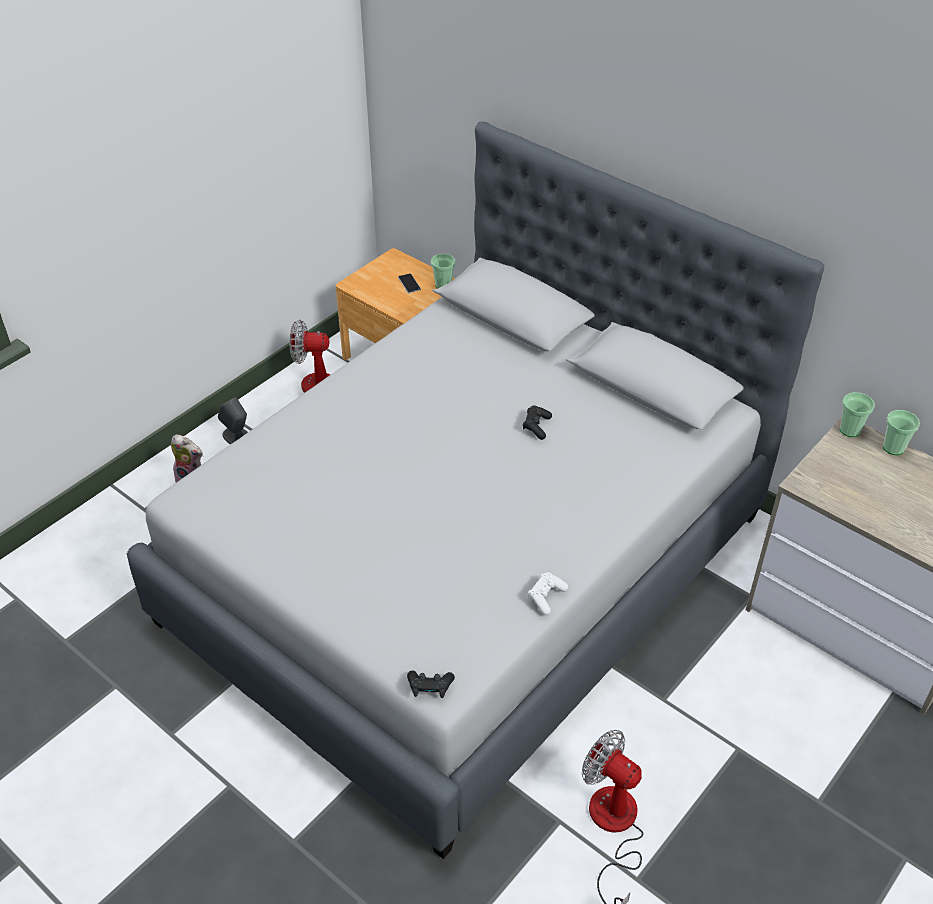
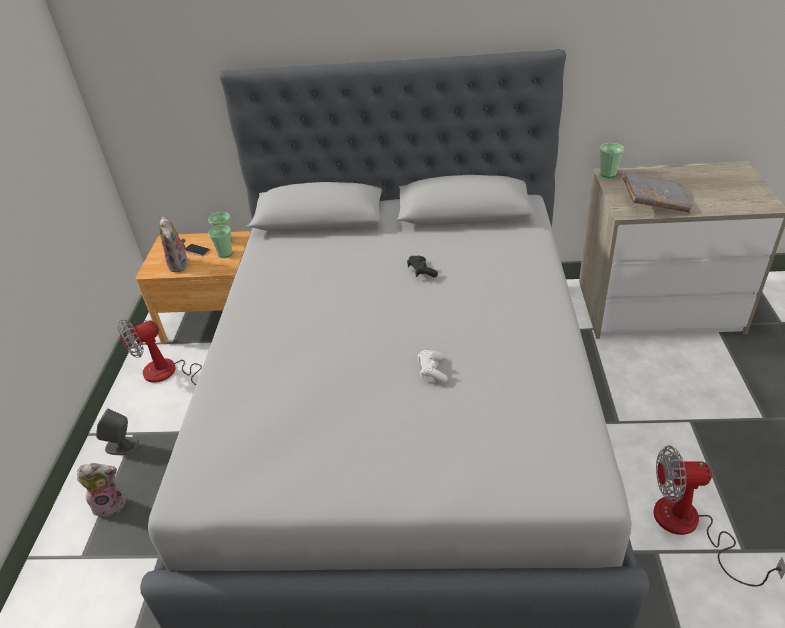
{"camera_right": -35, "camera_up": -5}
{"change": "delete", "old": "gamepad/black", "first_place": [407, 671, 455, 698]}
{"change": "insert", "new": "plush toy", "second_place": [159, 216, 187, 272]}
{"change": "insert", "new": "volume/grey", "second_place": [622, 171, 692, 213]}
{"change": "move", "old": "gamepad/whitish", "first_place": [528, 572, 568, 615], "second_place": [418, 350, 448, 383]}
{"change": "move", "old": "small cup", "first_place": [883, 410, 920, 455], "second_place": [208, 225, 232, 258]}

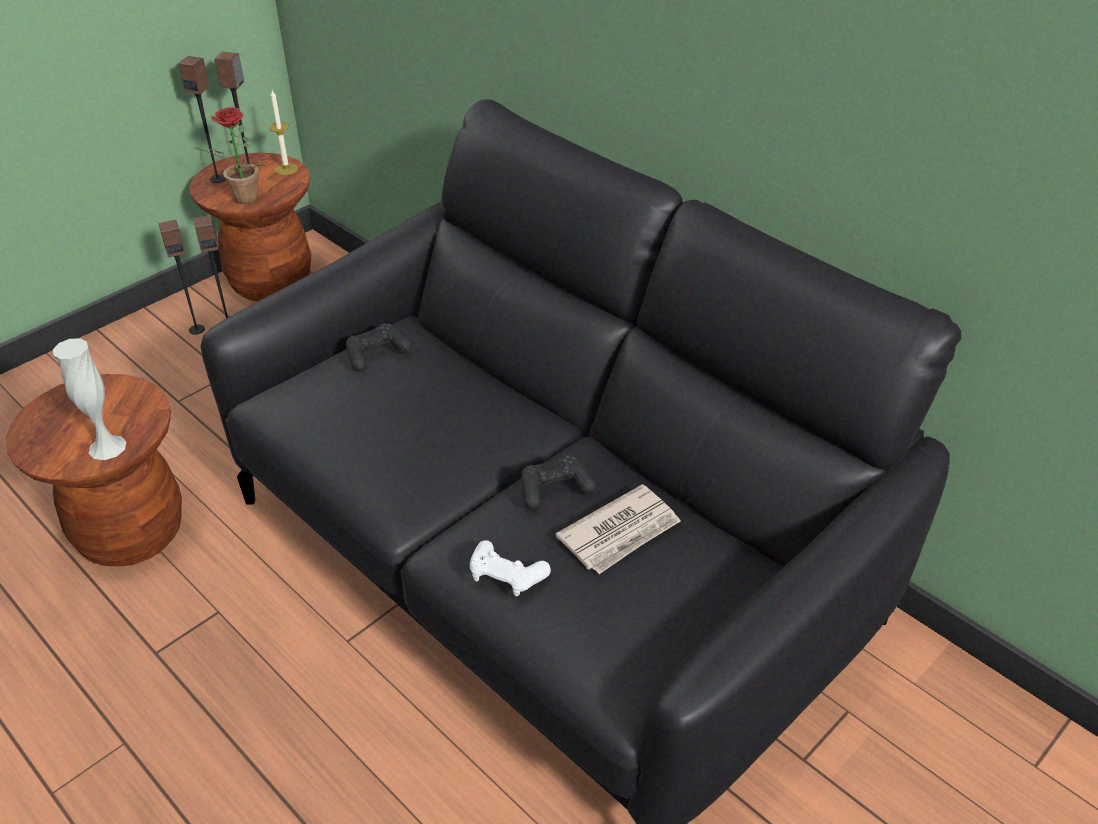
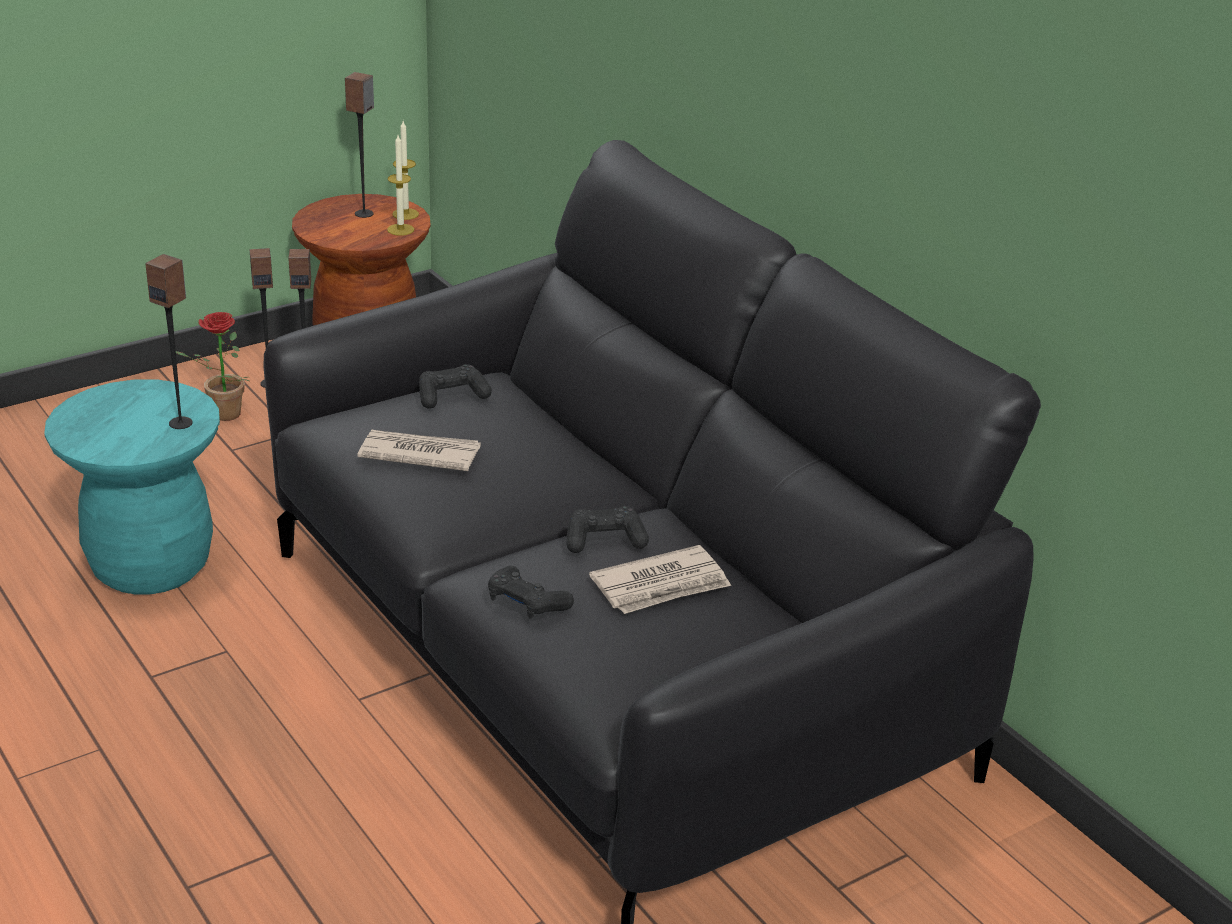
{"camera_right": 10, "camera_up": -10}
{"change": "delete", "old": "vase/whitish", "first_place": [53, 338, 126, 460]}
{"change": "insert", "new": "newspaper", "second_place": [357, 430, 481, 471]}
{"change": "insert", "new": "candle", "second_place": [387, 135, 414, 236]}
{"change": "move", "old": "speaker", "first_place": [178, 56, 225, 183], "second_place": [145, 254, 193, 429]}
{"change": "move", "old": "potted plant", "first_place": [195, 107, 266, 204], "second_place": [176, 312, 249, 421]}
{"change": "recolor", "old": "stool/brownish", "new": "stool/blue-green", "first_place": [6, 374, 182, 566], "second_place": [44, 380, 220, 595]}
{"change": "recolor", "old": "gamepad/whitish", "new": "gamepad/black", "first_place": [470, 540, 551, 596], "second_place": [488, 565, 574, 619]}

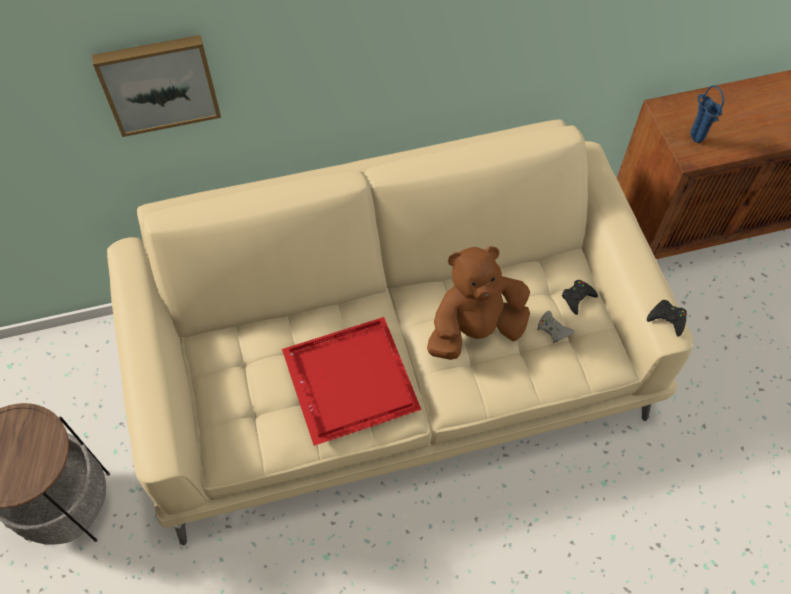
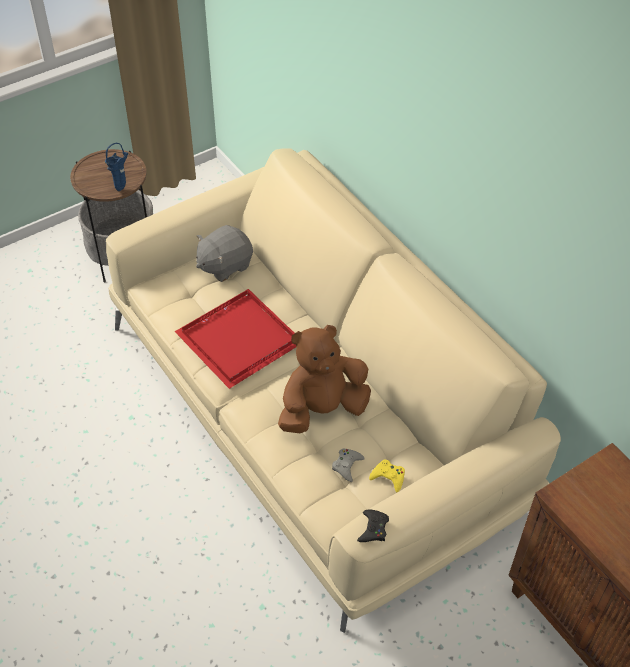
{"camera_right": 70, "camera_up": -10}
{"change": "delete", "old": "picture", "first_place": [92, 35, 221, 137]}
{"change": "insert", "new": "plush toy/grey", "second_place": [196, 225, 253, 282]}
{"change": "move", "old": "vase/blue-coloured", "first_place": [690, 85, 724, 143], "second_place": [105, 143, 129, 191]}
{"change": "recolor", "old": "gamepad/black", "new": "gamepad/yellow-coloured", "first_place": [562, 280, 598, 315], "second_place": [369, 460, 405, 492]}
{"change": "rotate", "old": "plush toy/brownish", "first_place": [427, 246, 530, 360], "second_place": [278, 325, 371, 433], "degrees": -75}

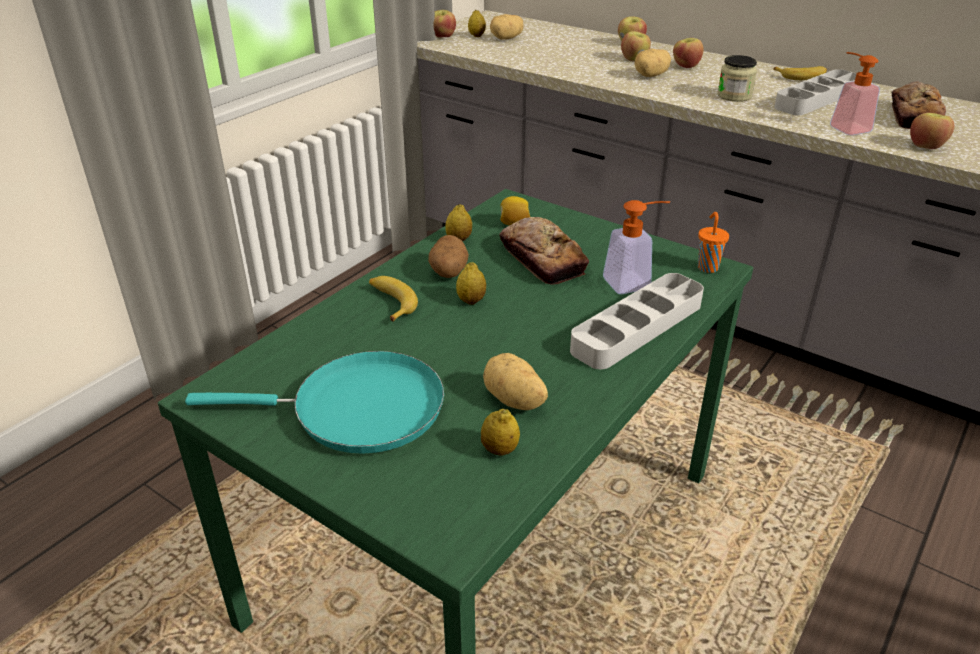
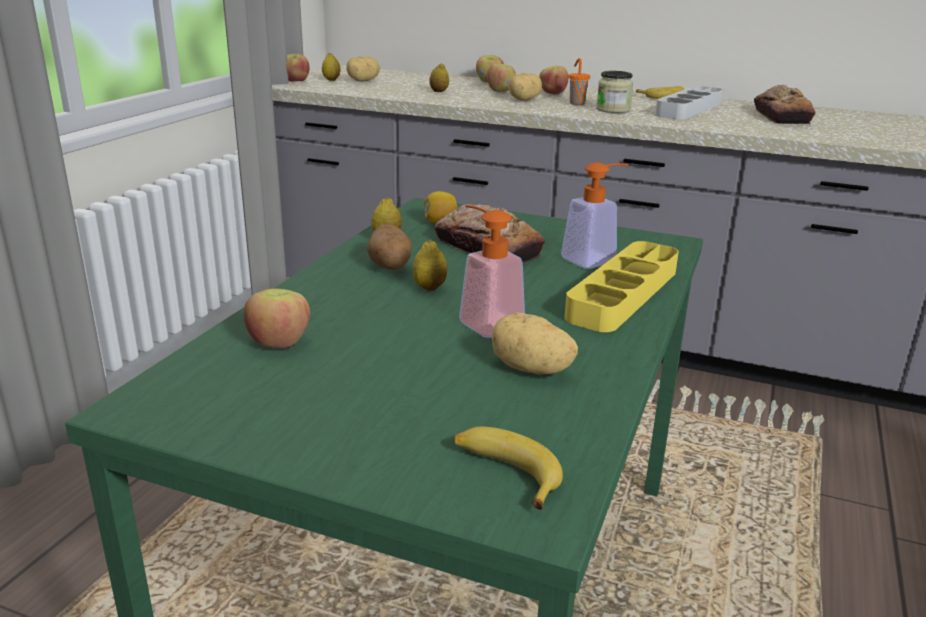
{"camera_right": -15, "camera_up": -10}
{"change": "delete", "old": "frying pan/blue-green", "first_place": [185, 351, 444, 454]}
{"change": "move", "old": "banana fruit", "first_place": [369, 276, 418, 322], "second_place": [454, 427, 563, 510]}
{"change": "move", "old": "lemon", "first_place": [481, 409, 520, 456], "second_place": [429, 63, 449, 92]}
{"change": "move", "old": "small cup/orange", "first_place": [698, 212, 729, 273], "second_place": [569, 58, 590, 105]}
{"change": "move", "old": "soap bottle", "first_place": [830, 52, 880, 135], "second_place": [459, 205, 525, 338]}
{"change": "move", "old": "apple", "first_place": [910, 113, 954, 149], "second_place": [244, 288, 310, 348]}
{"change": "recolor", "old": "carrying tray/grey", "new": "carrying tray/yellow-coloured", "first_place": [570, 273, 704, 369], "second_place": [565, 241, 679, 332]}

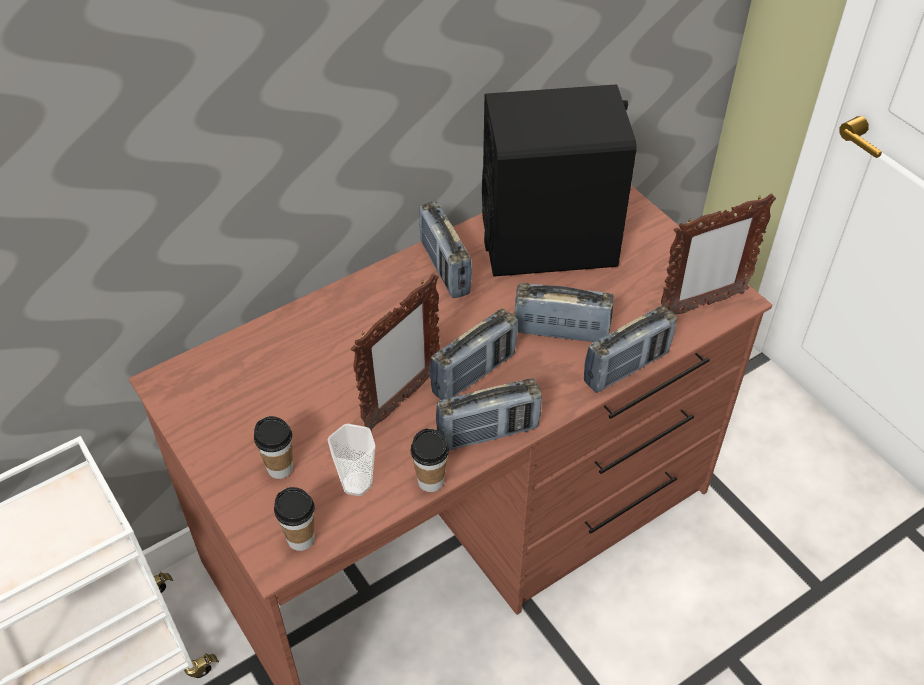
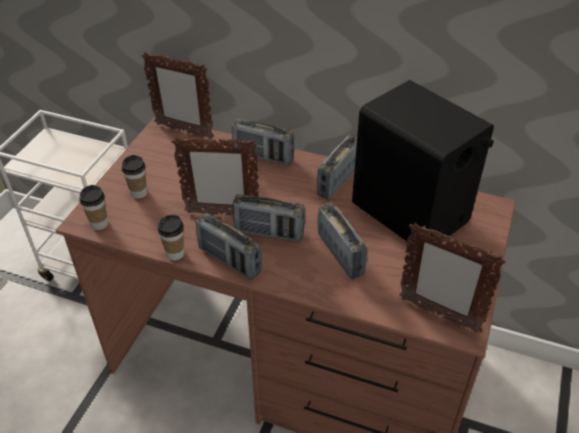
{"camera_right": 55, "camera_up": -5}
{"change": "delete", "old": "small cup", "first_place": [328, 424, 375, 496]}
{"change": "insert", "new": "picture frame", "second_place": [141, 52, 214, 139]}
{"change": "move", "old": "radio set", "first_place": [584, 306, 677, 393], "second_place": [232, 119, 295, 166]}

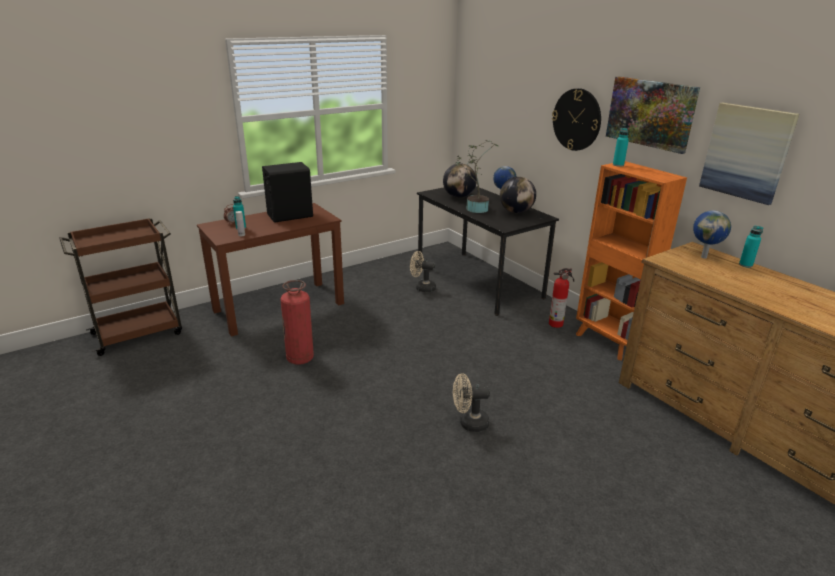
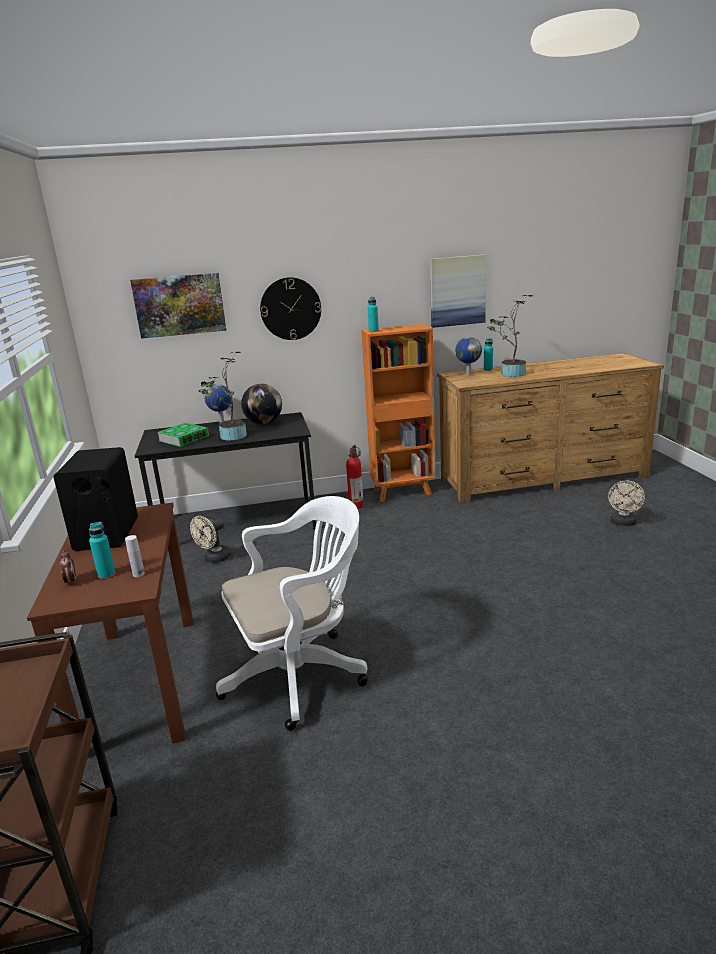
{"camera_right": -65, "camera_up": -5}
{"change": "insert", "new": "potted plant", "second_place": [487, 295, 533, 377]}
{"change": "move", "old": "fan/beige", "first_place": [453, 373, 490, 432], "second_place": [608, 481, 645, 526]}
{"change": "move", "old": "picture", "first_place": [606, 77, 700, 154], "second_place": [130, 273, 226, 339]}
{"change": "replace", "old": "extinguisher", "new": "office chair/whitish", "first_place": [280, 280, 314, 365], "second_place": [216, 496, 368, 731]}
{"change": "replace", "old": "desk globe", "new": "volume", "first_place": [443, 163, 477, 198], "second_place": [157, 423, 209, 447]}

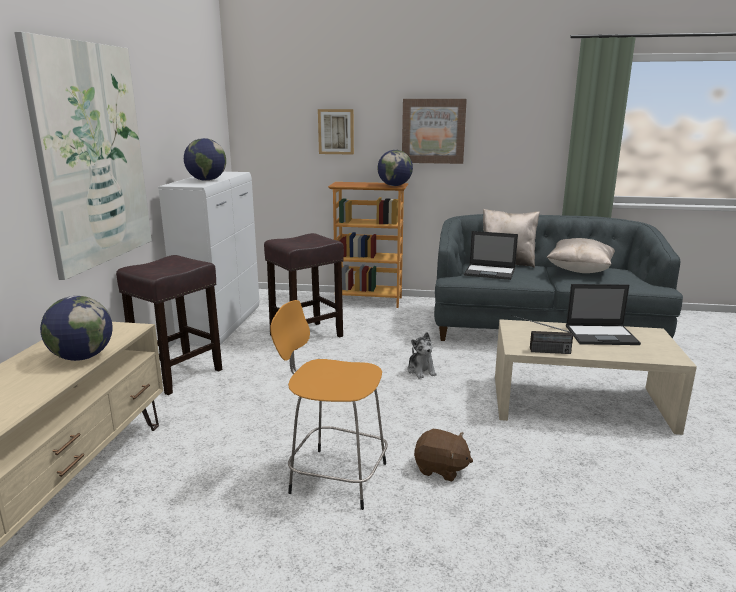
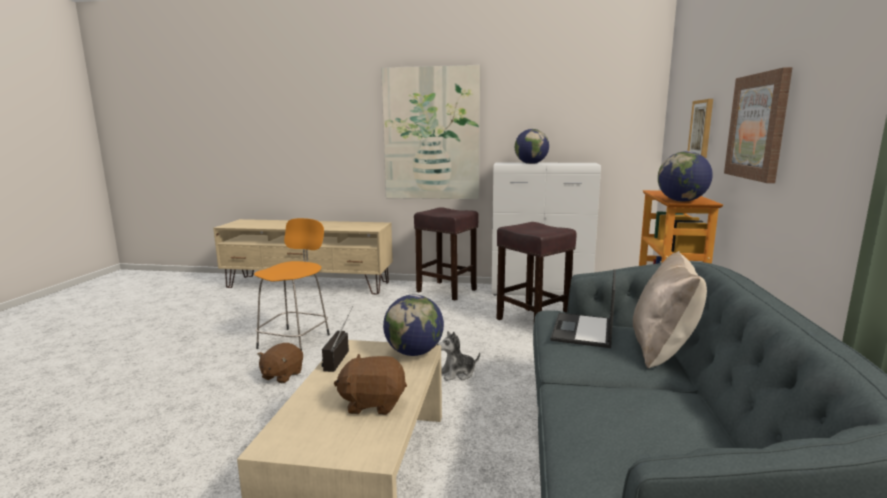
{"camera_right": 90, "camera_up": -5}
{"change": "delete", "old": "throw pillow/beige", "first_place": [546, 238, 615, 273]}
{"change": "move", "old": "desk globe", "first_place": [40, 296, 112, 361], "second_place": [383, 294, 444, 356]}
{"change": "replace", "old": "laptop", "new": "plush toy/brownish", "first_place": [566, 284, 641, 345], "second_place": [334, 354, 407, 415]}

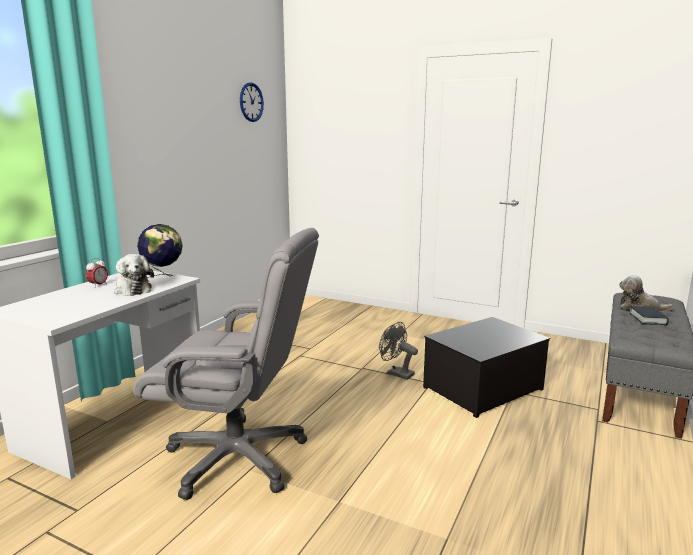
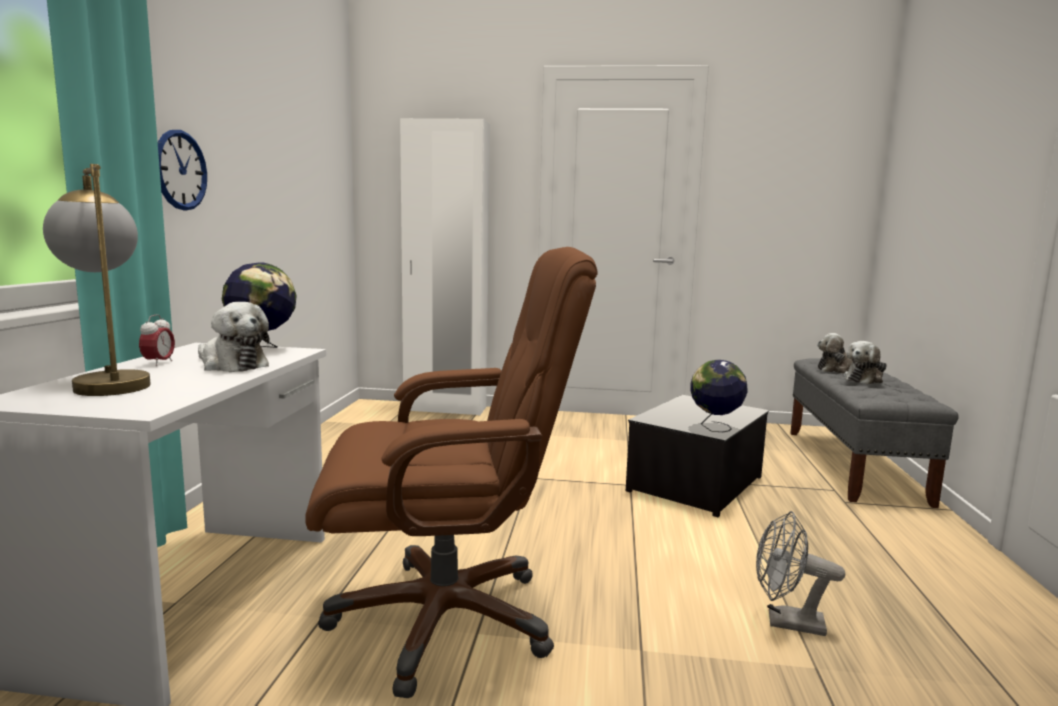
{"camera_right": -20, "camera_up": -5}
{"change": "insert", "new": "lamp for a table", "second_place": [43, 164, 151, 396]}
{"change": "insert", "new": "clothes cupboard/whitish", "second_place": [400, 118, 490, 415]}
{"change": "insert", "new": "desk globe", "second_place": [690, 360, 748, 432]}
{"change": "move", "old": "hanging clock", "first_place": [240, 82, 264, 122], "second_place": [158, 130, 207, 210]}
{"change": "move", "old": "fan/grey", "first_place": [379, 322, 418, 380], "second_place": [756, 511, 845, 636]}
{"change": "replace", "old": "volume", "new": "plush toy", "first_place": [630, 306, 669, 325], "second_place": [844, 341, 887, 384]}
{"change": "recolor", "old": "office chair/grey", "new": "office chair/brownish", "first_place": [133, 228, 319, 500], "second_place": [305, 247, 598, 698]}

